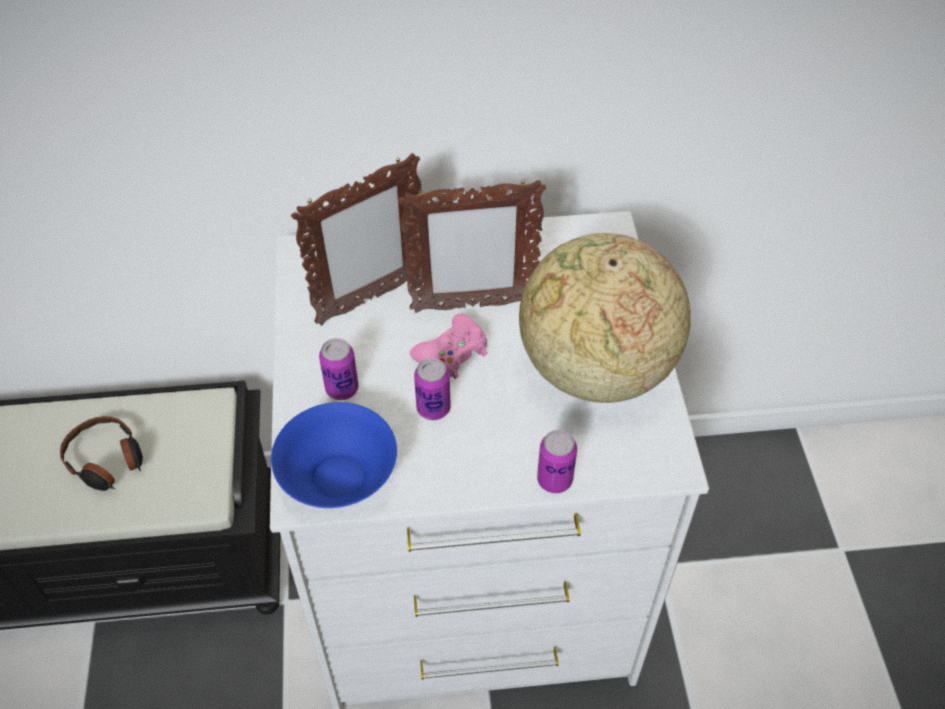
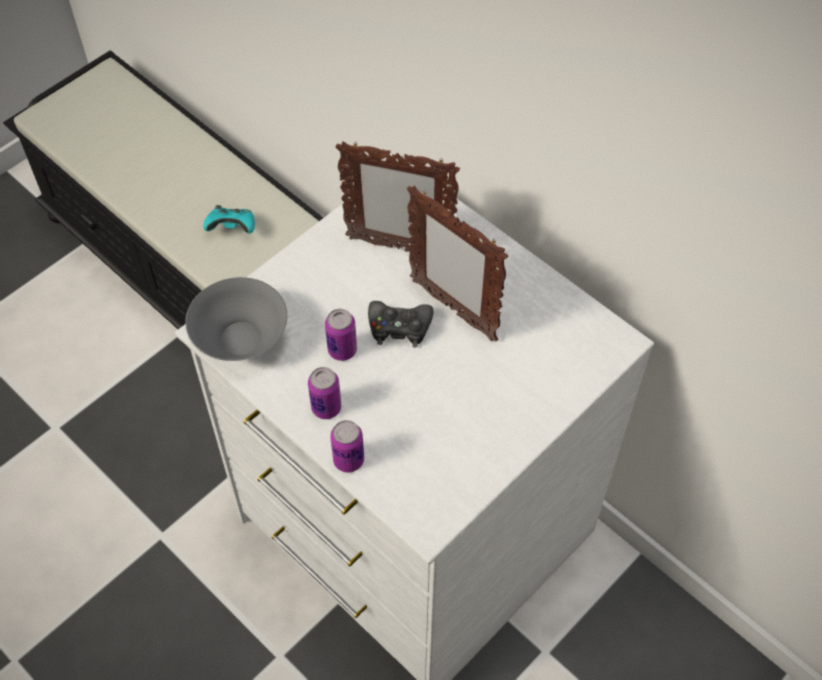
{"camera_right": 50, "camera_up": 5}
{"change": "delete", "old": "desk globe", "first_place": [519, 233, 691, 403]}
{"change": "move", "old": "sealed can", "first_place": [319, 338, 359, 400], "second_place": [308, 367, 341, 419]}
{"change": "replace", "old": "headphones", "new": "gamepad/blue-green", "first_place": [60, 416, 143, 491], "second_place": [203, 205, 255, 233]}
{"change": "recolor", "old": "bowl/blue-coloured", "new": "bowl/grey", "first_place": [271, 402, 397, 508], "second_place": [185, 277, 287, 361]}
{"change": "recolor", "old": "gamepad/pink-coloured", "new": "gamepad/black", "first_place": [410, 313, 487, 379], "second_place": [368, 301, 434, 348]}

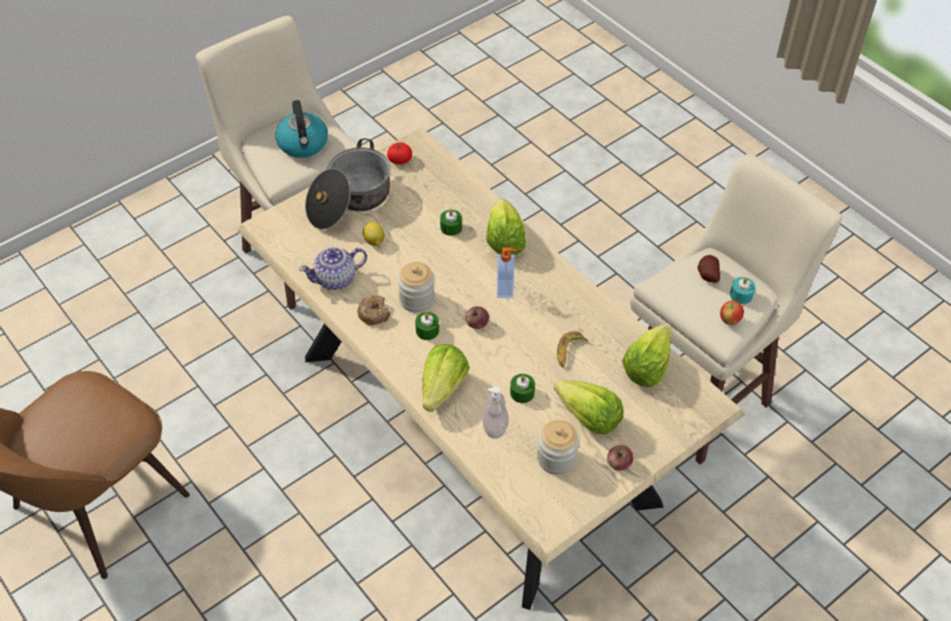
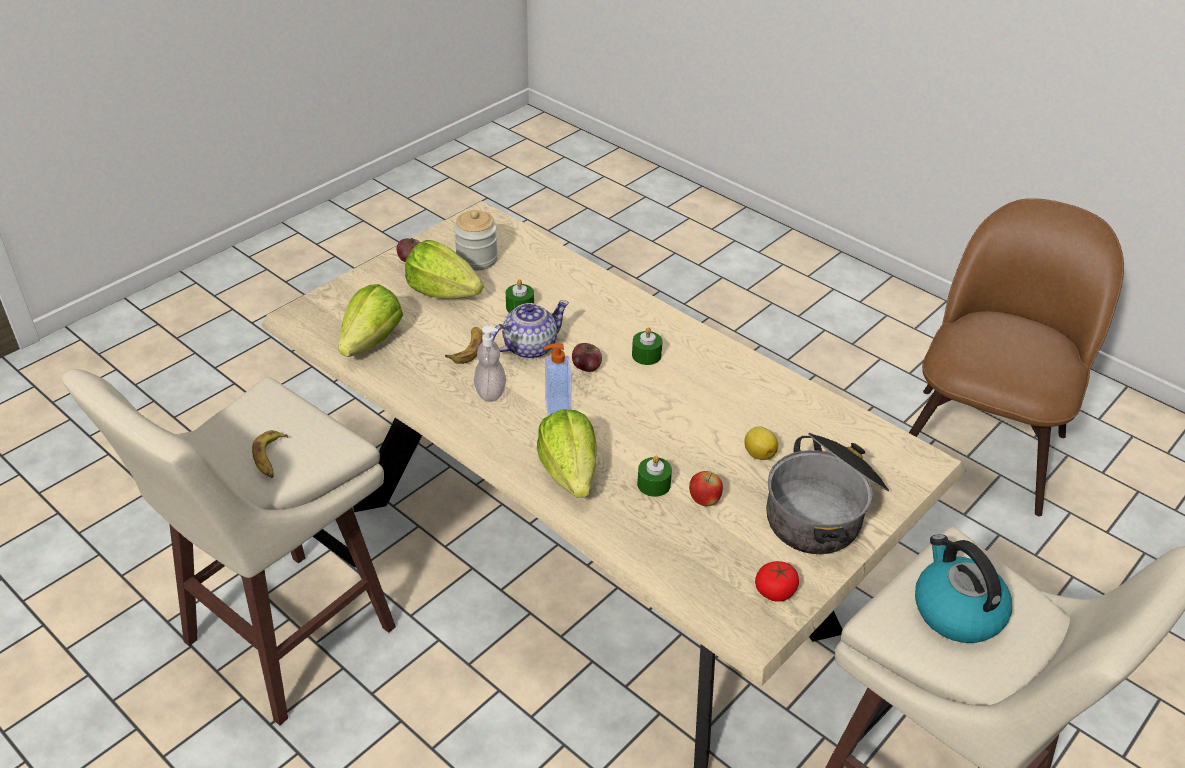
{"camera_right": 170, "camera_up": -10}
{"change": "delete", "old": "ring doughnut", "first_place": [357, 295, 390, 325]}
{"change": "delete", "old": "jar", "first_place": [398, 262, 435, 312]}
{"change": "delete", "old": "head of lettuce", "first_place": [422, 344, 469, 412]}
{"change": "delete", "old": "candle/blue-green", "first_place": [730, 277, 756, 304]}
{"change": "move", "old": "tea pot", "first_place": [299, 247, 367, 290], "second_place": [491, 300, 569, 359]}
{"change": "move", "old": "soap bottle", "first_place": [483, 386, 509, 439], "second_place": [474, 326, 506, 402]}
{"change": "move", "old": "apple", "first_place": [720, 300, 744, 325], "second_place": [689, 471, 723, 506]}
{"change": "replace", "old": "potato", "new": "banana fruit", "first_place": [698, 255, 720, 283], "second_place": [252, 430, 288, 478]}

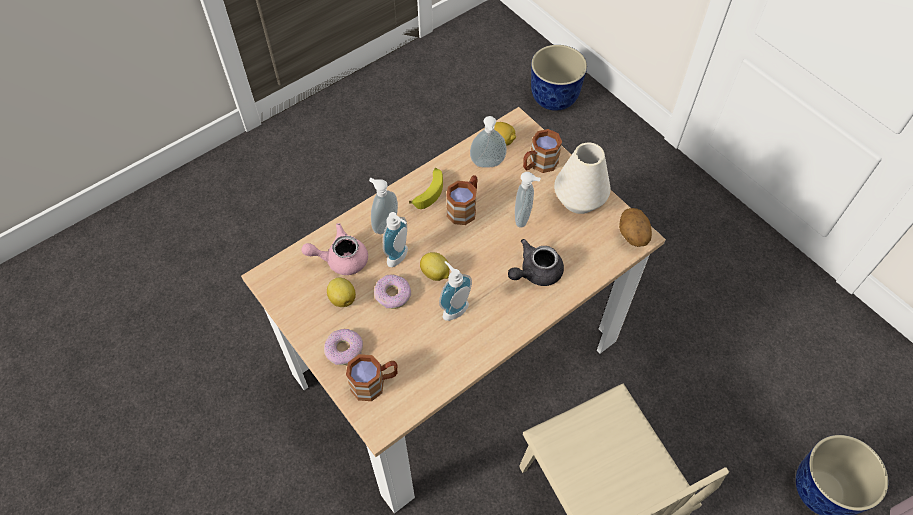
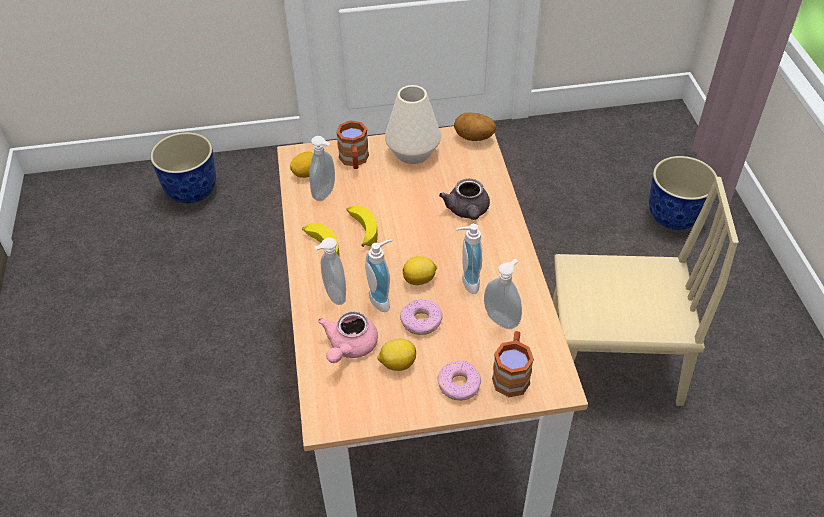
{"camera_right": -60, "camera_up": -10}
{"change": "move", "old": "soap bottle", "first_place": [515, 172, 541, 228], "second_place": [484, 259, 522, 329]}
{"change": "replace", "old": "coffee mug/brownish", "new": "banana fruit", "first_place": [446, 175, 478, 225], "second_place": [346, 205, 378, 247]}

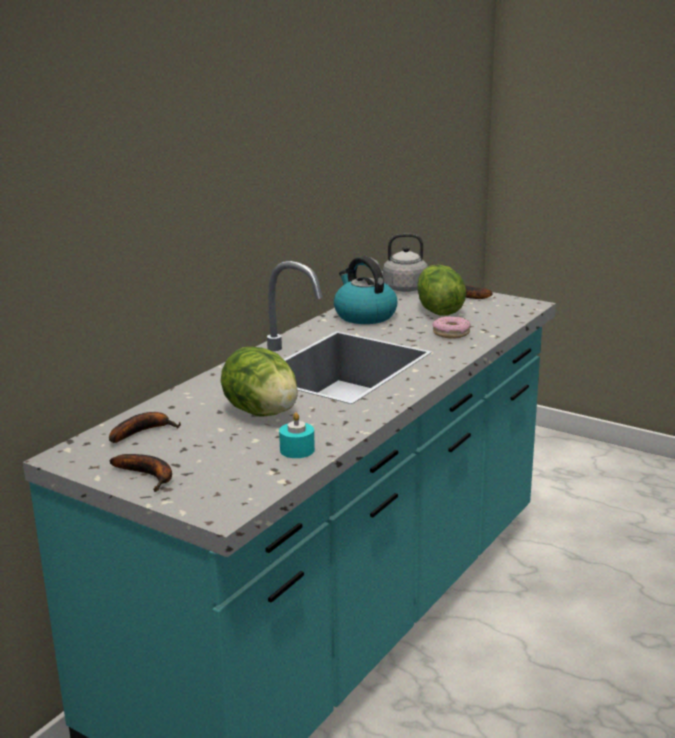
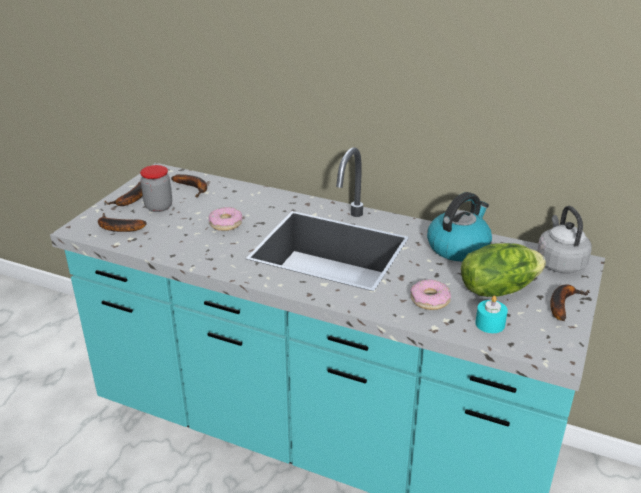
{"camera_right": 80, "camera_up": 10}
{"change": "insert", "new": "banana fruit", "second_place": [98, 213, 146, 232]}
{"change": "insert", "new": "jar", "second_place": [140, 165, 172, 212]}
{"change": "move", "old": "candle/blue-green", "first_place": [279, 412, 315, 458], "second_place": [475, 295, 508, 333]}
{"change": "replace", "old": "head of lettuce", "new": "ring doughnut", "first_place": [221, 347, 298, 416], "second_place": [209, 207, 242, 231]}

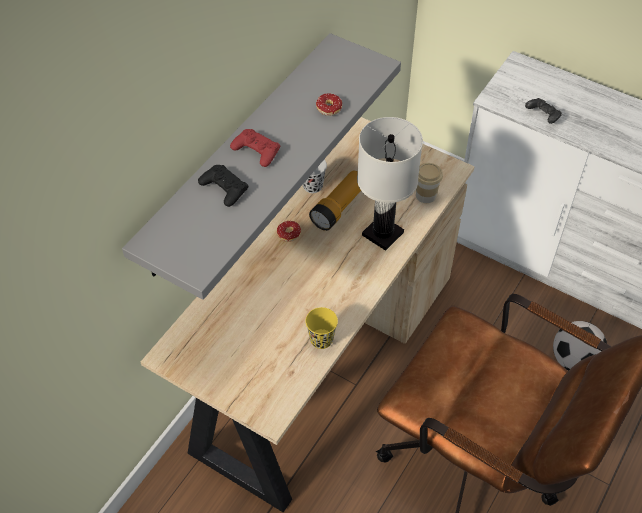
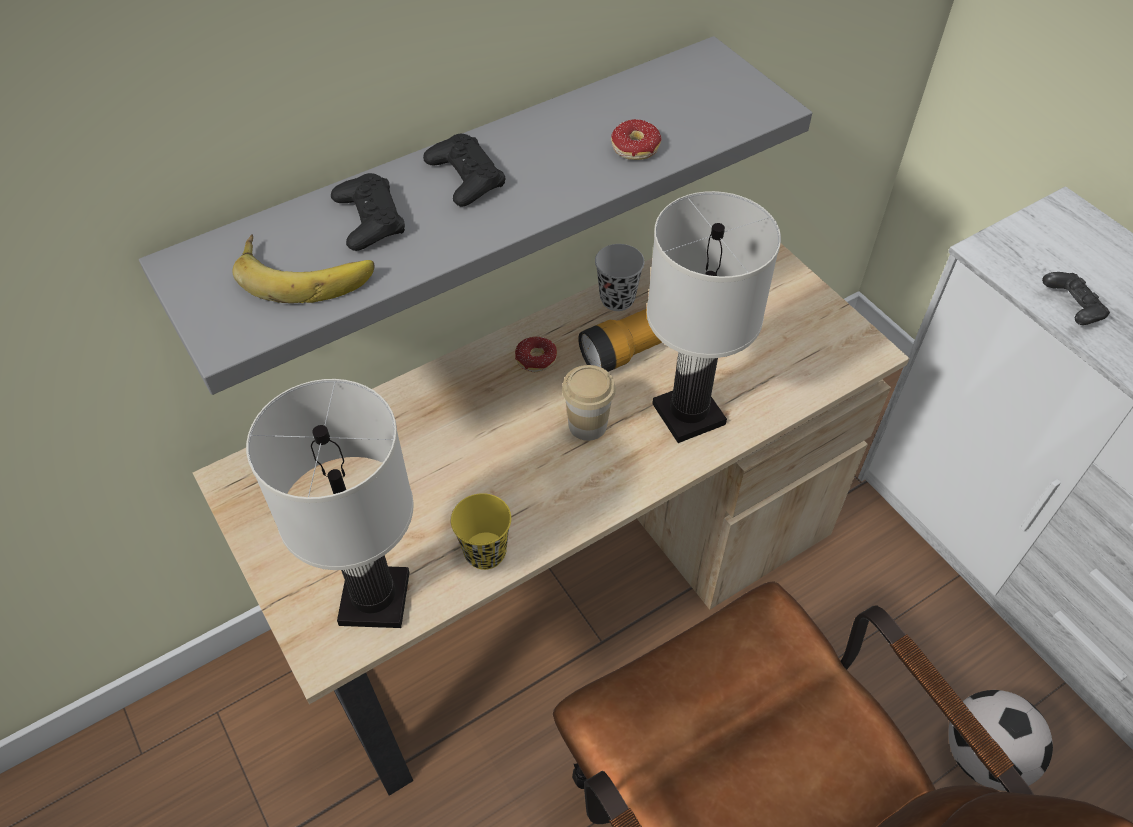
{"camera_right": 25, "camera_up": 0}
{"change": "insert", "new": "banana fruit", "second_place": [232, 234, 375, 303]}
{"change": "insert", "new": "lamp for a table/whitish", "second_place": [246, 379, 414, 628]}
{"change": "move", "old": "small cup", "first_place": [416, 163, 443, 203], "second_place": [562, 365, 616, 441]}
{"change": "recolor", "old": "gamepad/reddish", "new": "gamepad/black", "first_place": [230, 129, 280, 167], "second_place": [423, 134, 506, 207]}

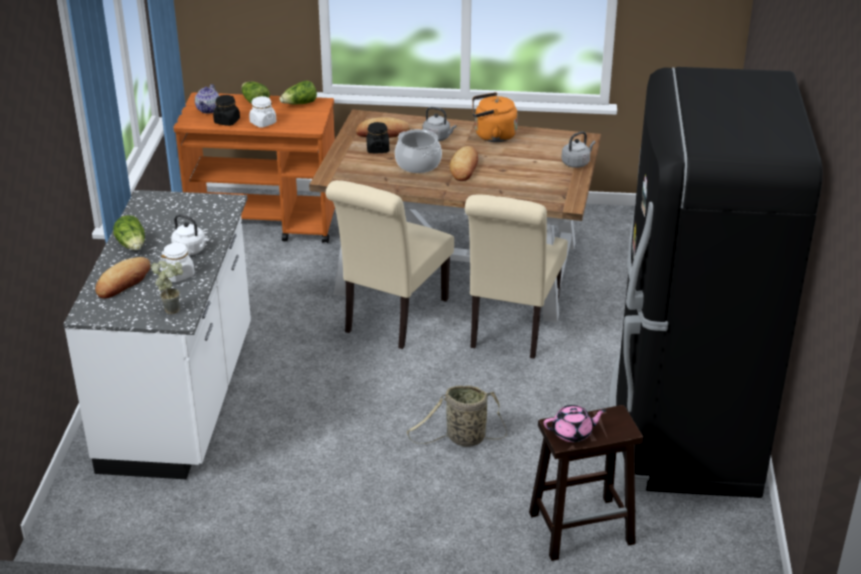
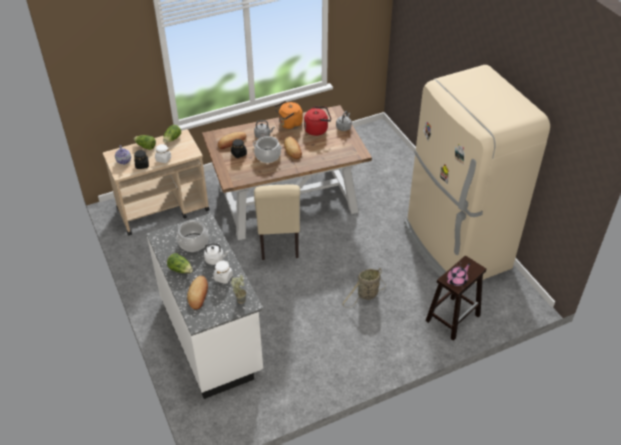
{"camera_right": -30, "camera_up": 10}
{"change": "delete", "old": "upright chair/beige", "first_place": [465, 195, 568, 359]}
{"change": "insert", "new": "stockpot", "second_place": [177, 220, 209, 252]}
{"change": "insert", "new": "water kettle/reddish", "second_place": [304, 106, 331, 136]}
{"change": "recolor", "old": "cart/orange", "new": "cart/beige", "first_place": [173, 93, 335, 243], "second_place": [103, 129, 210, 236]}
{"change": "recolor", "old": "kitchen fridge/black", "new": "kitchen fridge/beige", "first_place": [608, 67, 823, 498], "second_place": [404, 65, 550, 283]}

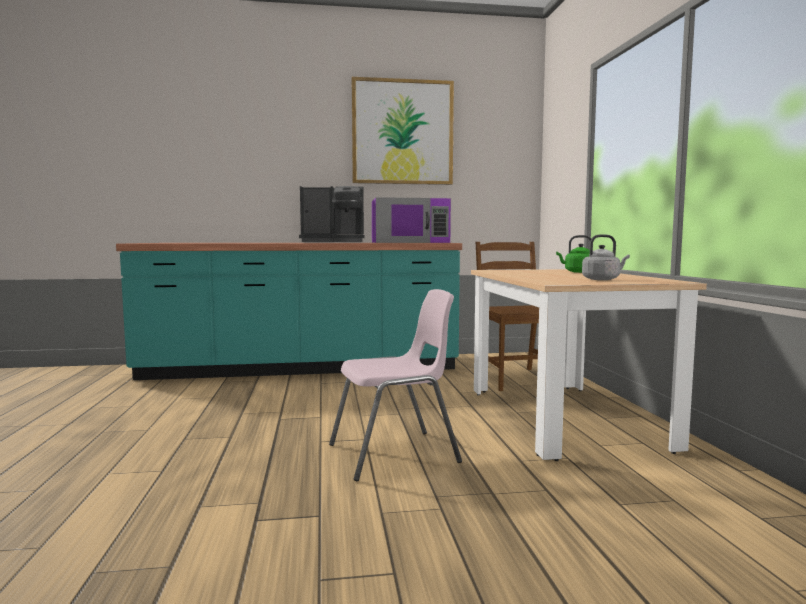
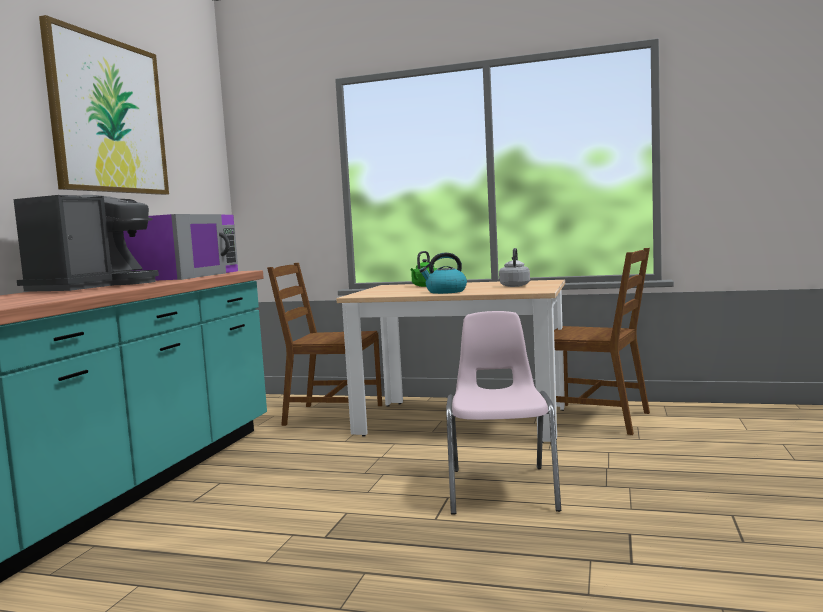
{"camera_right": -65, "camera_up": 0}
{"change": "insert", "new": "water kettle", "second_place": [419, 253, 467, 294]}
{"change": "insert", "new": "upright chair/brownish", "second_place": [554, 248, 650, 435]}

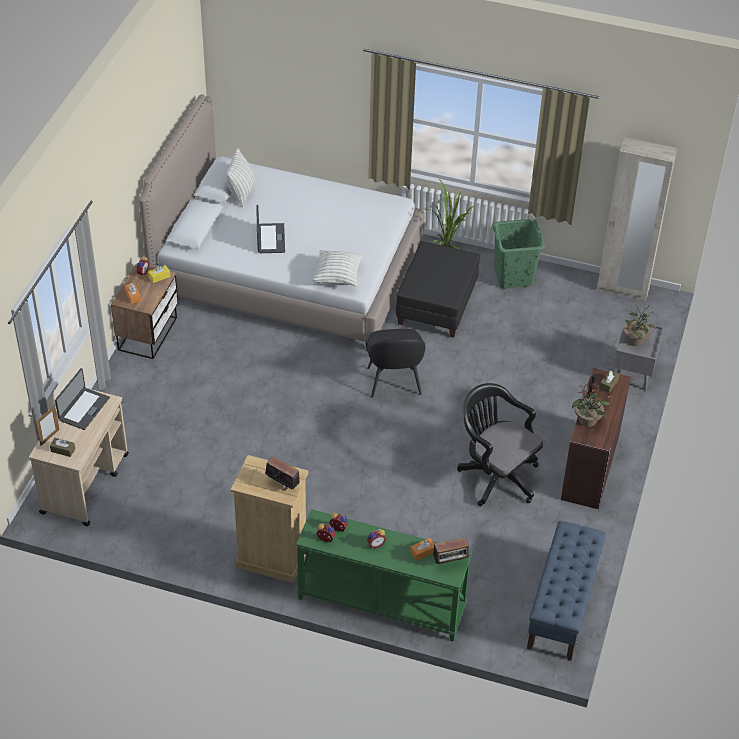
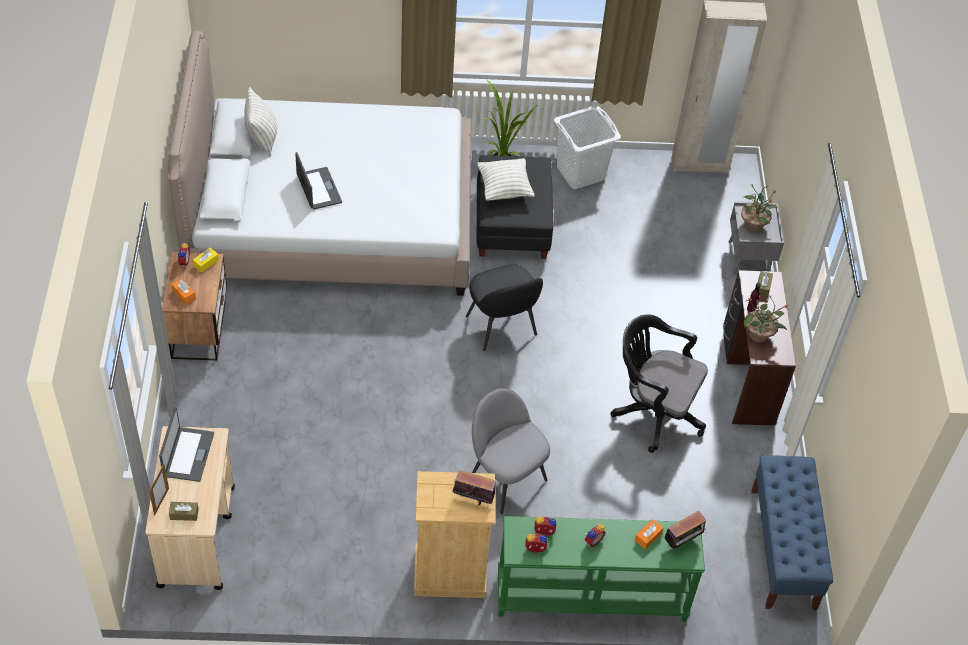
{"camera_right": -20, "camera_up": 5}
{"change": "insert", "new": "upright chair/grey", "second_place": [472, 388, 550, 514]}
{"change": "move", "old": "throw pillow", "first_place": [313, 250, 363, 286], "second_place": [477, 158, 535, 201]}
{"change": "recolor", "old": "washing basket/green-coloured", "new": "washing basket/whitish", "first_place": [492, 219, 545, 288], "second_place": [554, 106, 621, 189]}

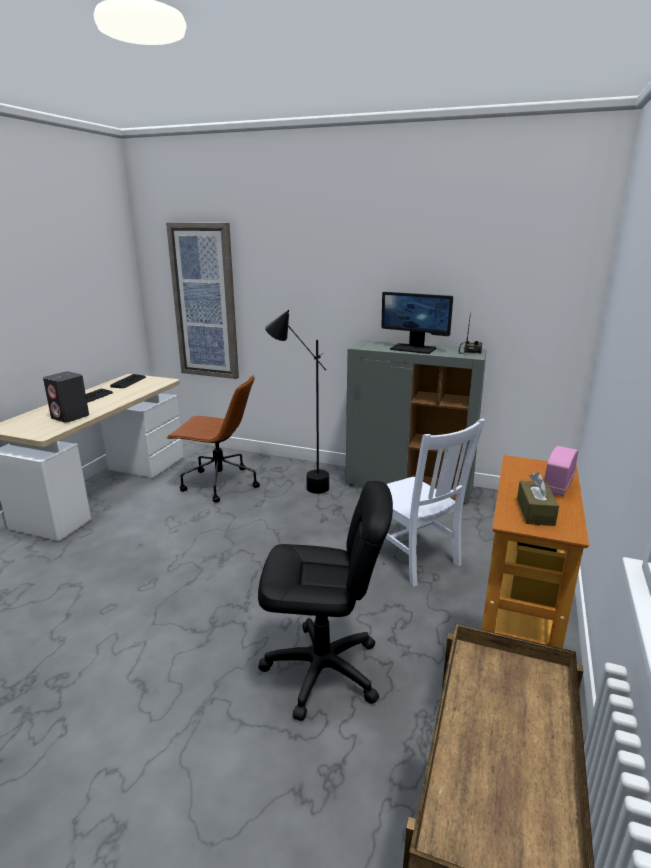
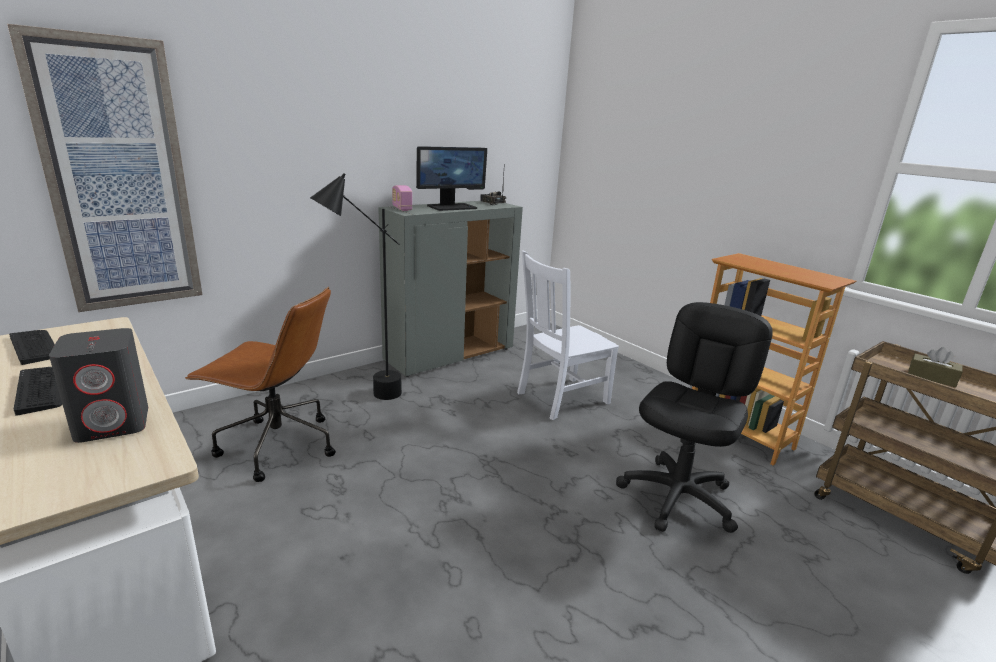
{"camera_right": -60, "camera_up": 0}
{"change": "move", "old": "box of tissues/brownish", "first_place": [517, 472, 559, 526], "second_place": [908, 347, 963, 387]}
{"change": "move", "old": "radio set", "first_place": [544, 446, 579, 496], "second_place": [392, 185, 412, 211]}
{"change": "rotate", "old": "office chair/brownish", "first_place": [166, 375, 260, 503], "second_place": [185, 287, 336, 482], "degrees": 60}
{"change": "rotate", "old": "upright chair/whitish", "first_place": [386, 419, 485, 586], "second_place": [517, 250, 619, 420], "degrees": 150}

